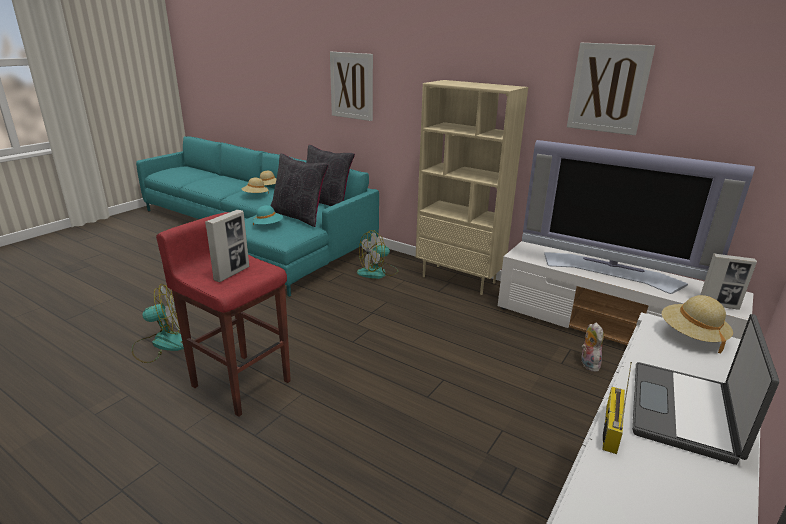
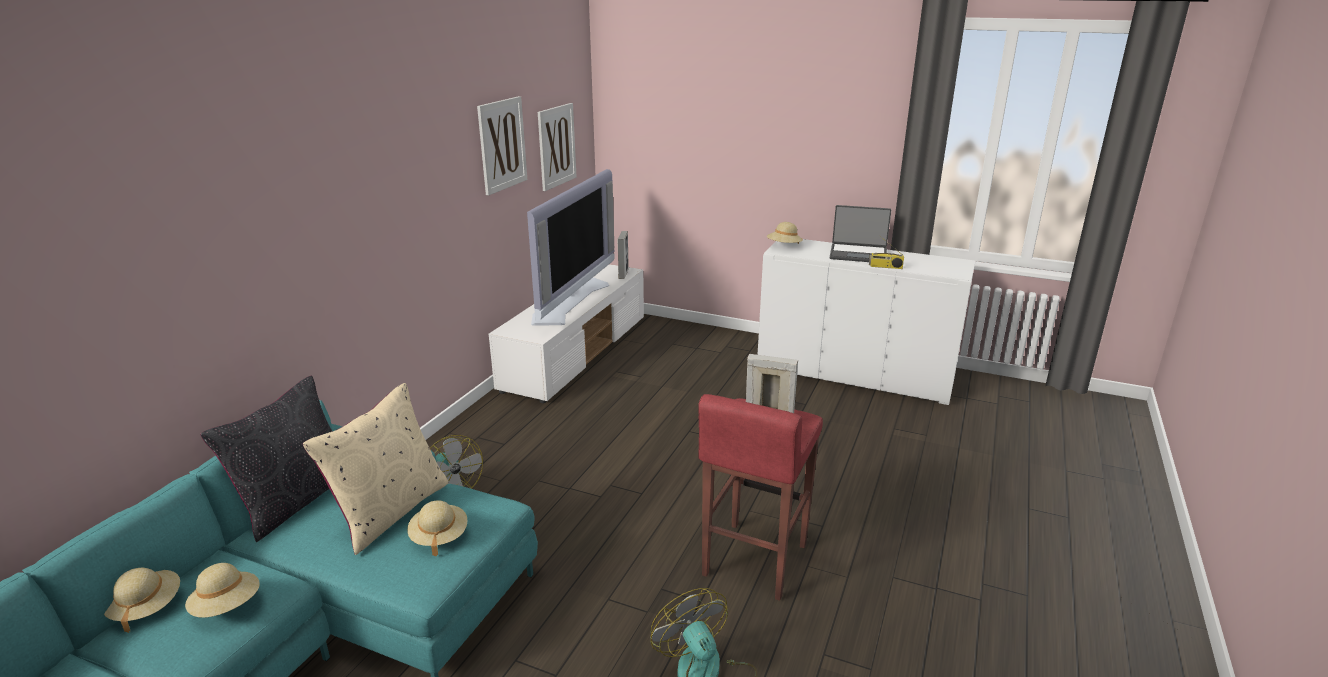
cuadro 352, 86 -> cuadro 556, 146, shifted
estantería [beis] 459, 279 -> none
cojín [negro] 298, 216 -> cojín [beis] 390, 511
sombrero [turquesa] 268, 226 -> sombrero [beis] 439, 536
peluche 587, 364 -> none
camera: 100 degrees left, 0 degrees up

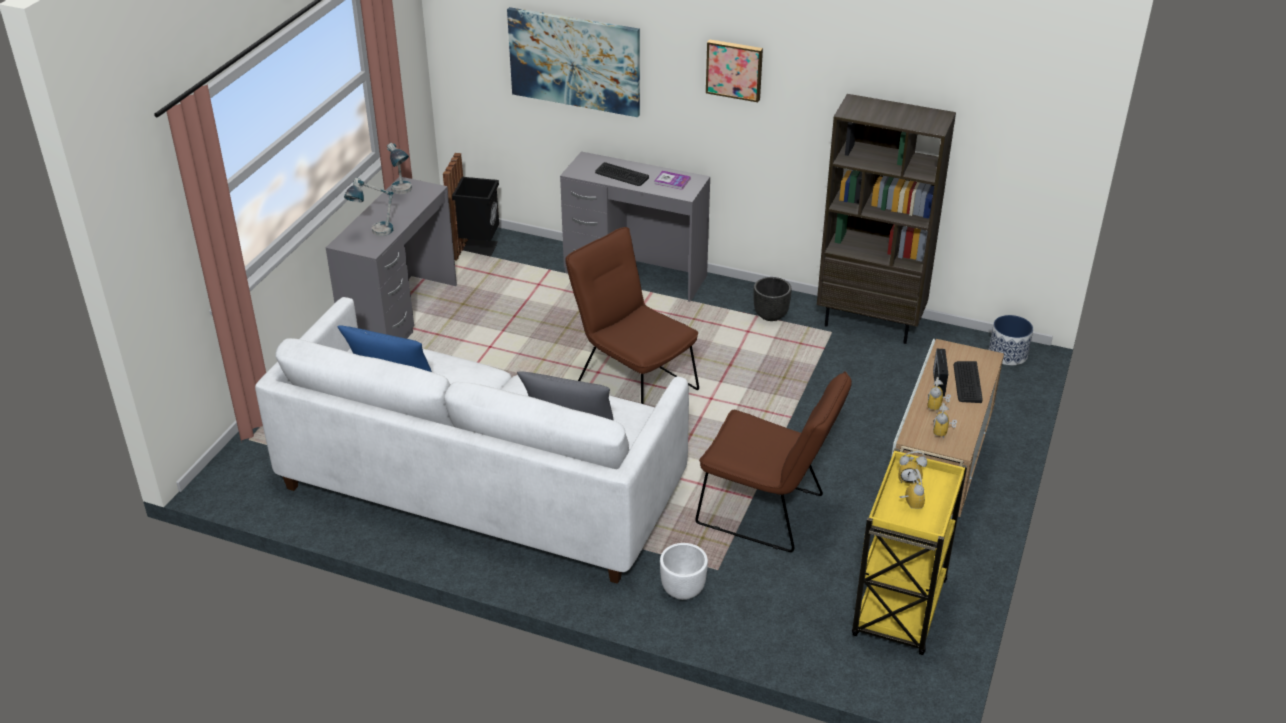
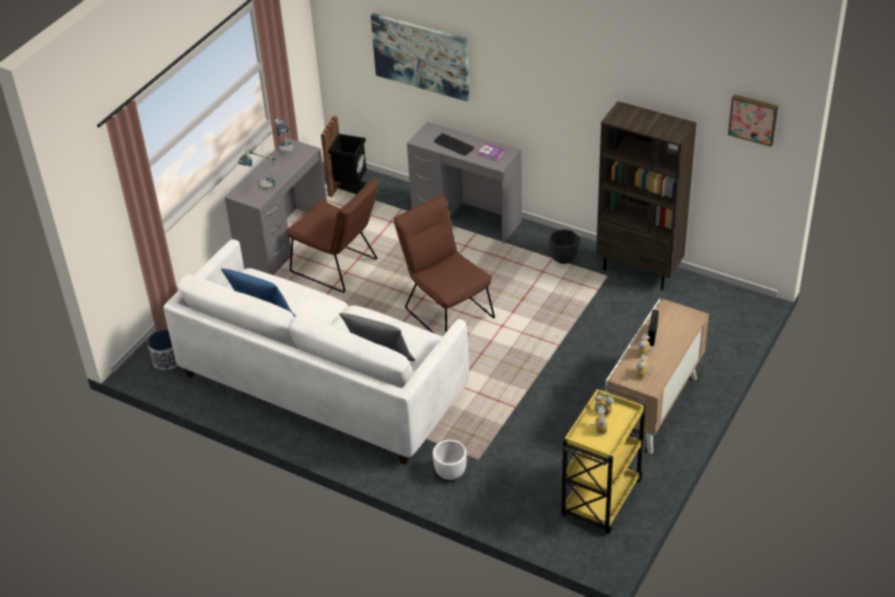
cuadro 734, 69 -> cuadro 753, 119, shifted
maceta 1008, 354 -> maceta 167, 360, shifted
teclado 967, 382 -> none
silla [marrón] 768, 512 -> silla [marrón] 339, 268, shifted
camera: 10 degrees right, 5 degrees up

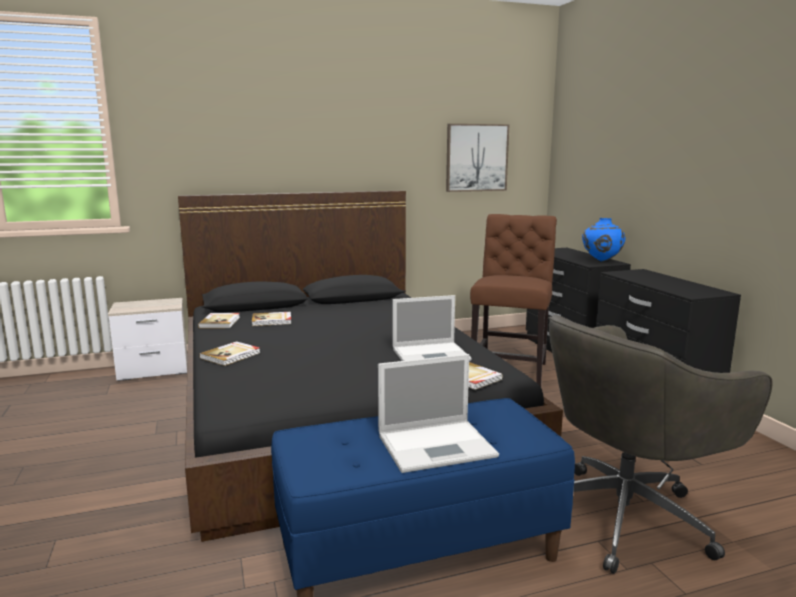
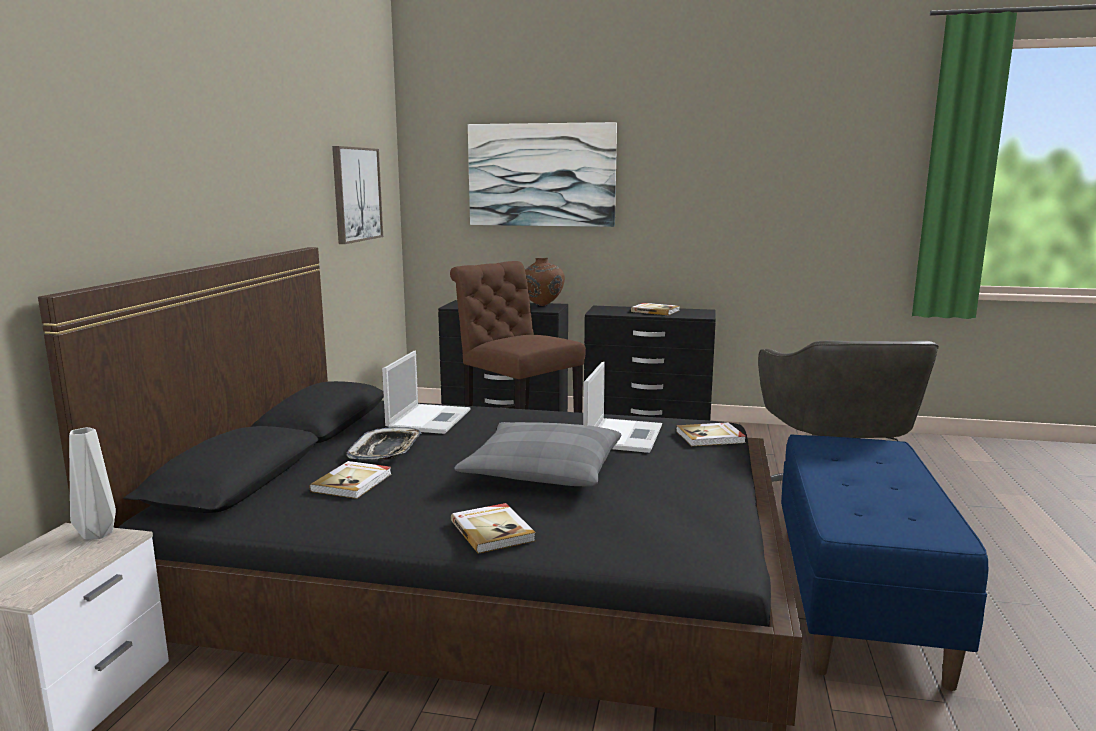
florero [azul] 601, 261 -> florero [marrón] 541, 306
libro 220, 322 -> libro 655, 311, shifted
portátil 438, 445 -> portátil 429, 419, shifted
none -> cuadro 541, 175
none -> cojín [gris] 543, 471
none -> florero [gris] 99, 533
none -> bandeja 386, 450
camera: 60 degrees left, 0 degrees up

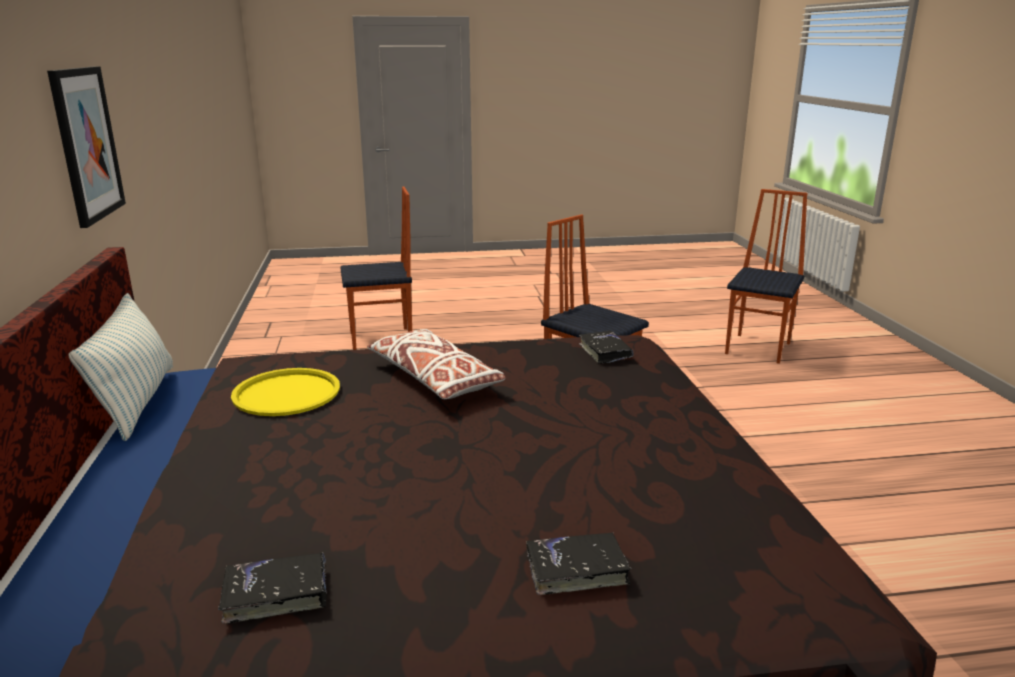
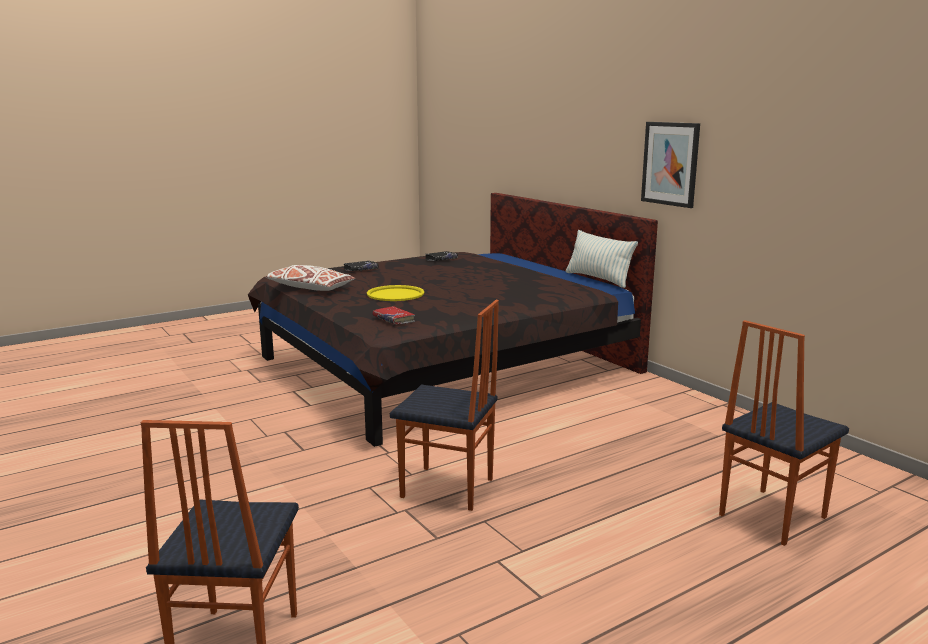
cojín [blanco] 435, 379 -> cojín [blanco] 310, 287, shifted
libro [negro] 605, 352 -> libro [rojo] 393, 320
bandeja [amarillo] 286, 393 -> bandeja [amarillo] 395, 294, shifted
camera: 155 degrees right, 5 degrees down

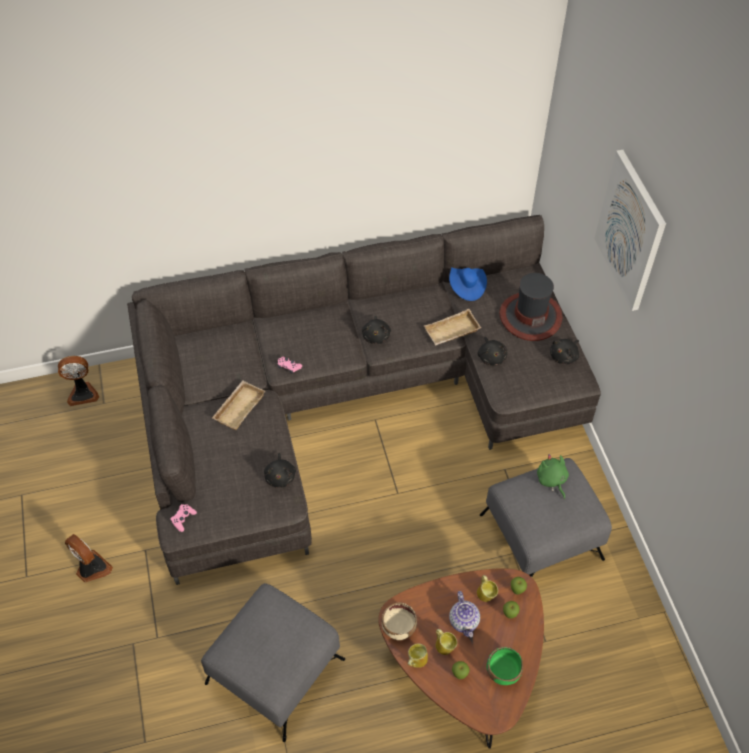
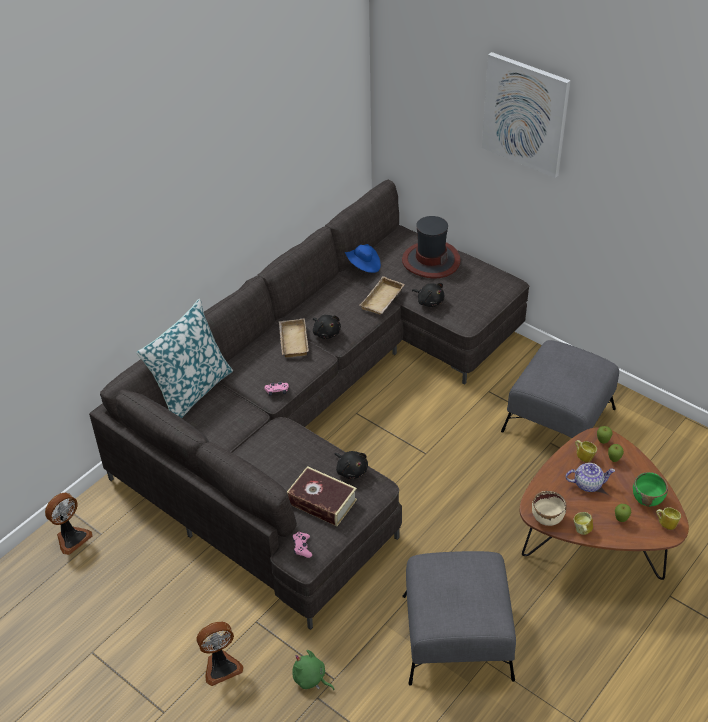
peluche [negro] 564, 356 -> none
bandeja [beis] 238, 407 -> bandeja [beis] 292, 341, shifted
peluche [verde] 551, 480 -> peluche [verde] 311, 679, shifted
ventilador 91, 568 -> ventilador 221, 666, 150 degrees clockwise
tetera 464, 621 -> tetera 588, 484, 45 degrees counterclockwise
taza grande 444, 645 -> taza grande 665, 524, shifted
none -> cojín 192, 391
none -> libro 322, 502
camera: 35 degrees left, 10 degrees down

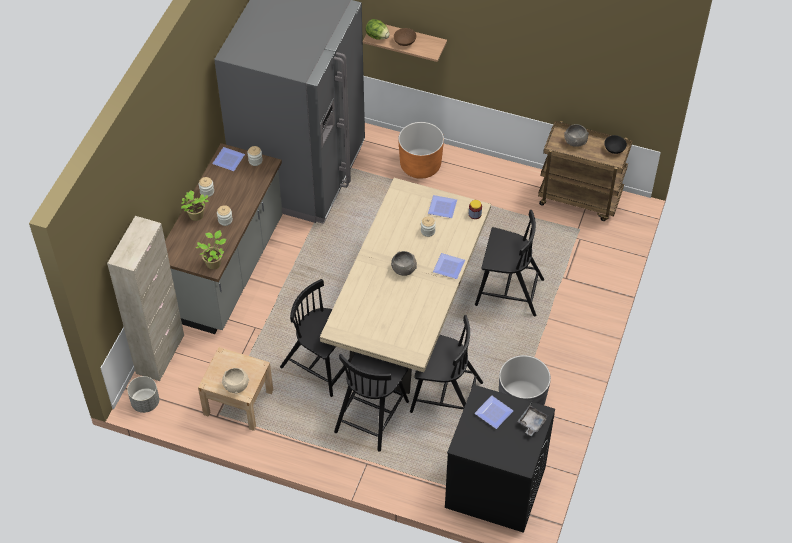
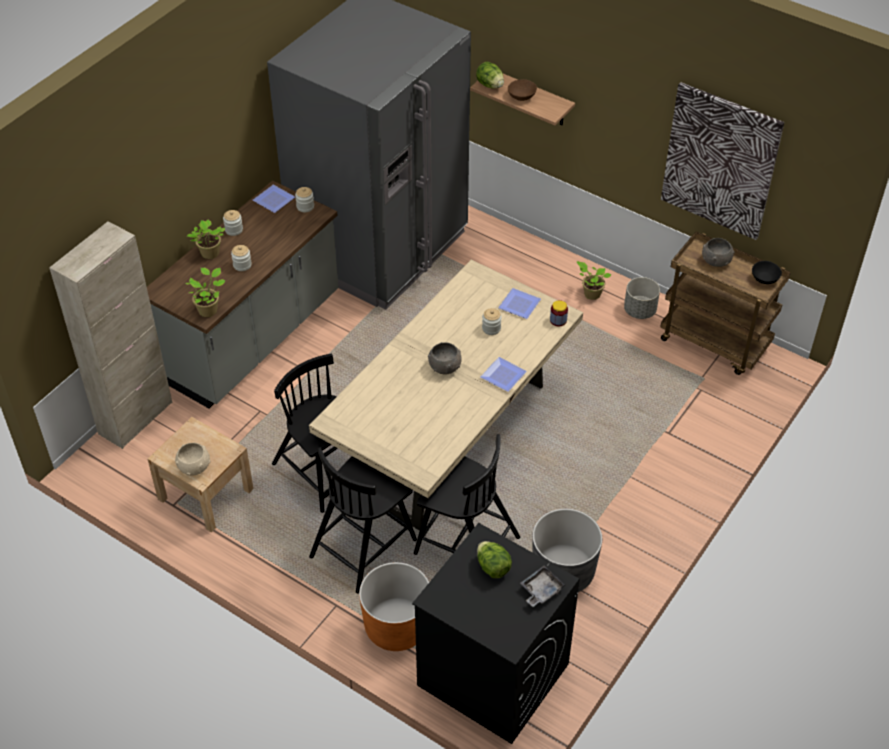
maceta [naranja] 420, 165 -> maceta [naranja] 396, 626, shifted
silla [negro] 508, 291 -> none
maceta [gris] 145, 402 -> maceta [gris] 640, 310, shifted
plato 494, 414 -> lechuga 493, 567
none -> cuadro 720, 161
none -> planta en maceta 591, 294
camera: 15 degrees right, 5 degrees down

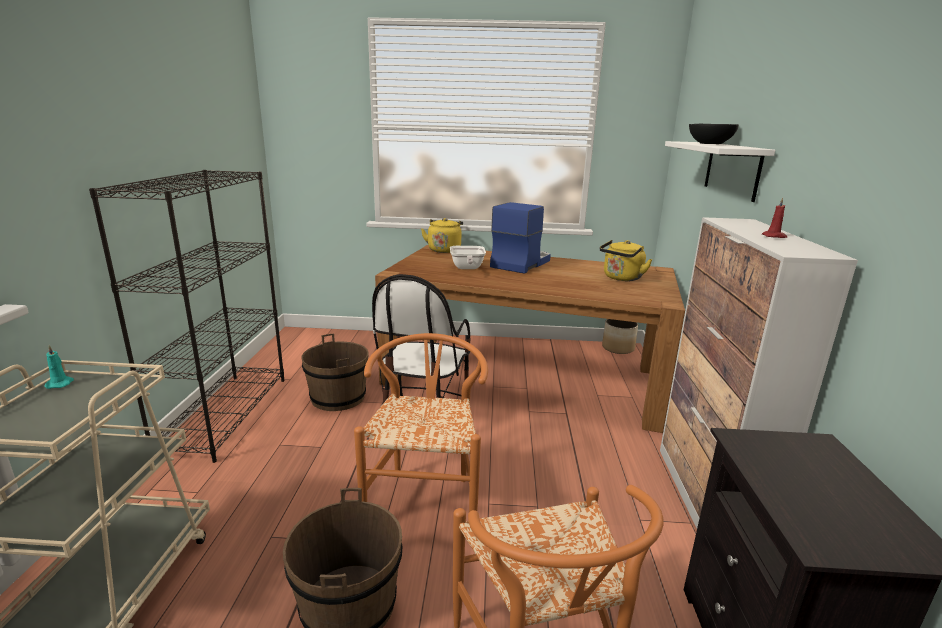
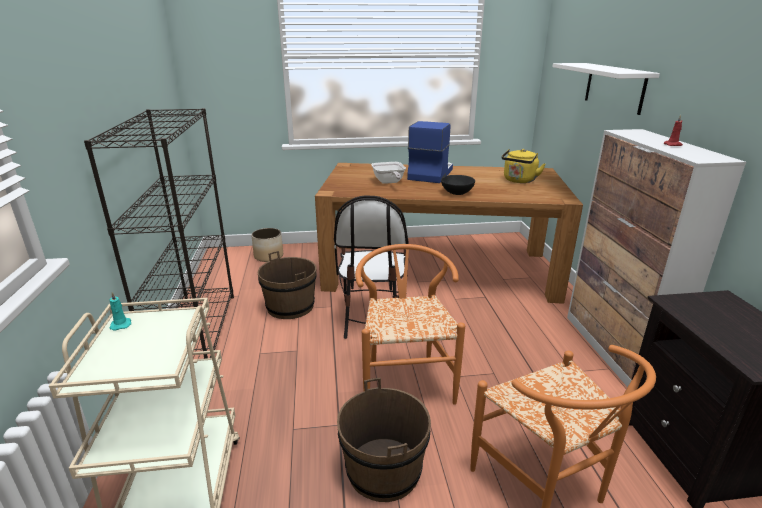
cuenco [negro] 710, 144 -> cuenco [negro] 457, 193, shifted
hervidor [amarillo] 444, 249 -> none
maceta 618, 348 -> maceta 269, 256, shifted
camera: 10 degrees left, 5 degrees up

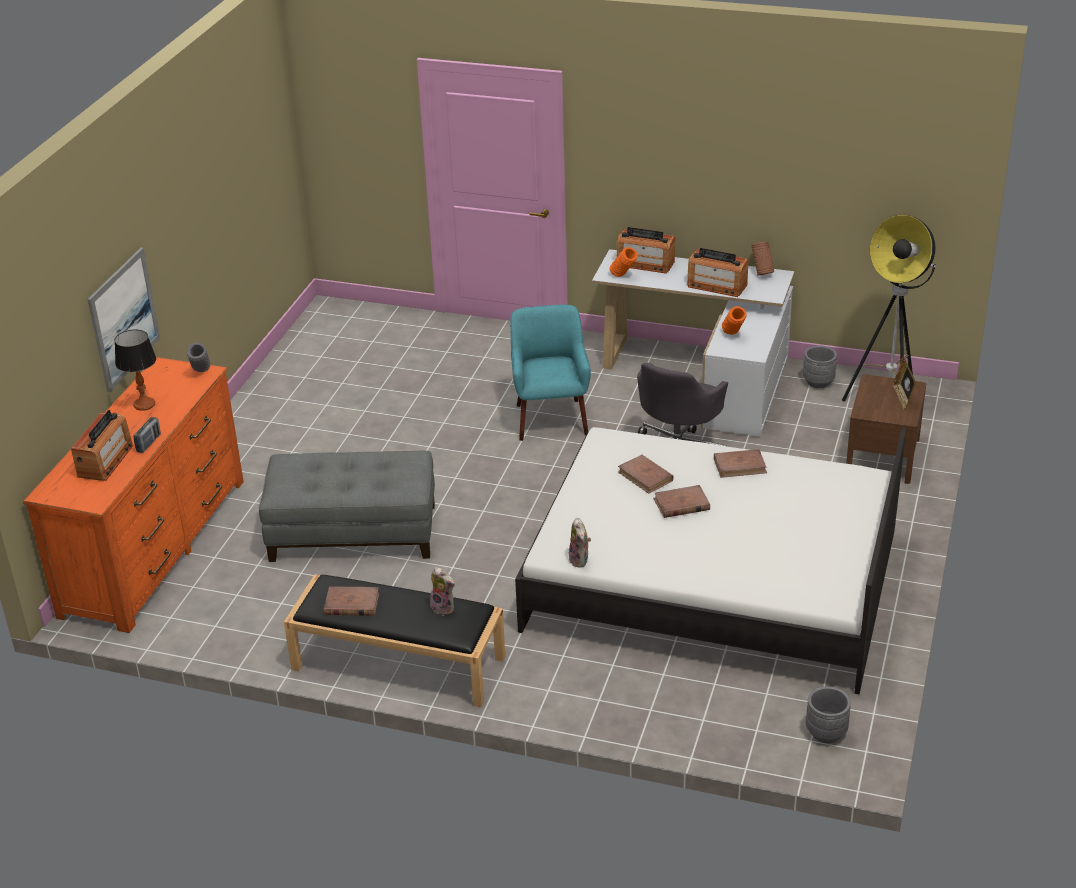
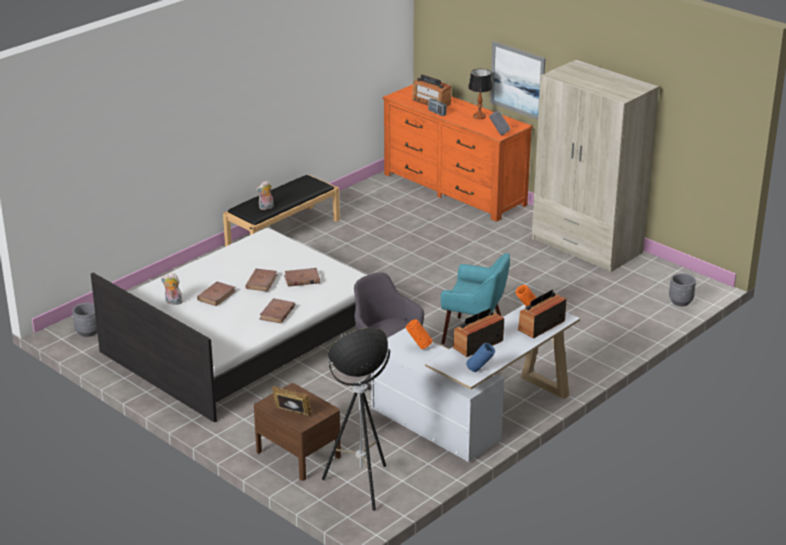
florero [marrón] 762, 273 -> florero [azul] 480, 370
maceta [gris] 818, 382 -> maceta [gris] 680, 302, shifted
puf [gris] 353, 532 -> none
peluche 580, 560 -> peluche 173, 302, shifted
libro [marrón] 351, 604 -> libro [marrón] 216, 295, shifted
none -> armario ropero [beis] 586, 246
camera: 115 degrees right, 5 degrees down

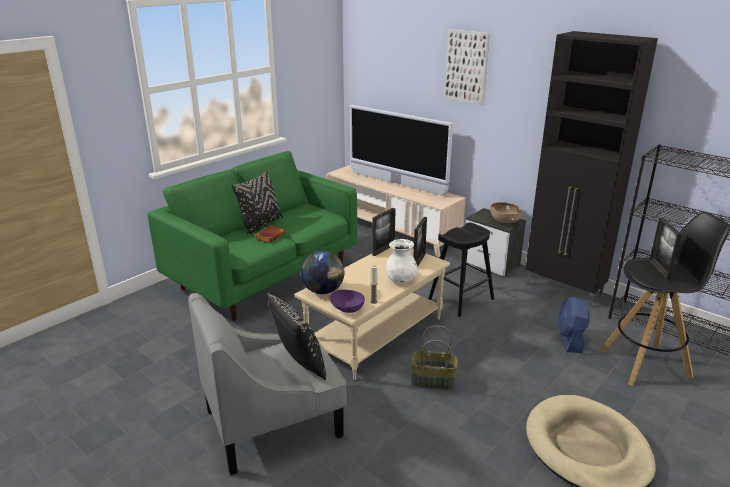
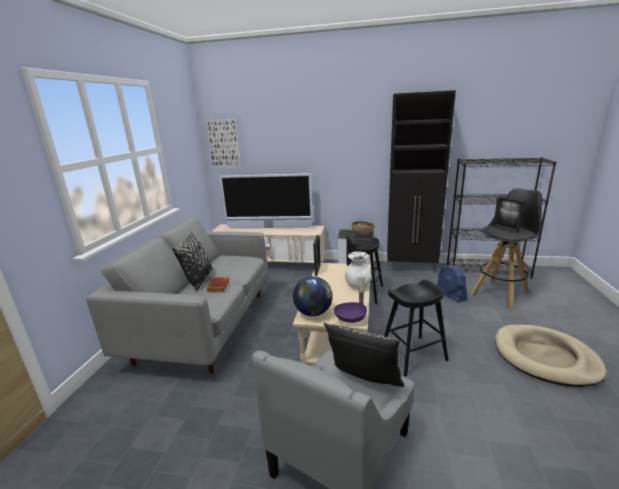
cuadro 466, 67 -> cuadro 224, 143, shifted
sofá [verde] 264, 276 -> sofá [gris] 205, 326
cesta 432, 381 -> taburete [negro] 413, 355
camera: 30 degrees left, 5 degrees down

